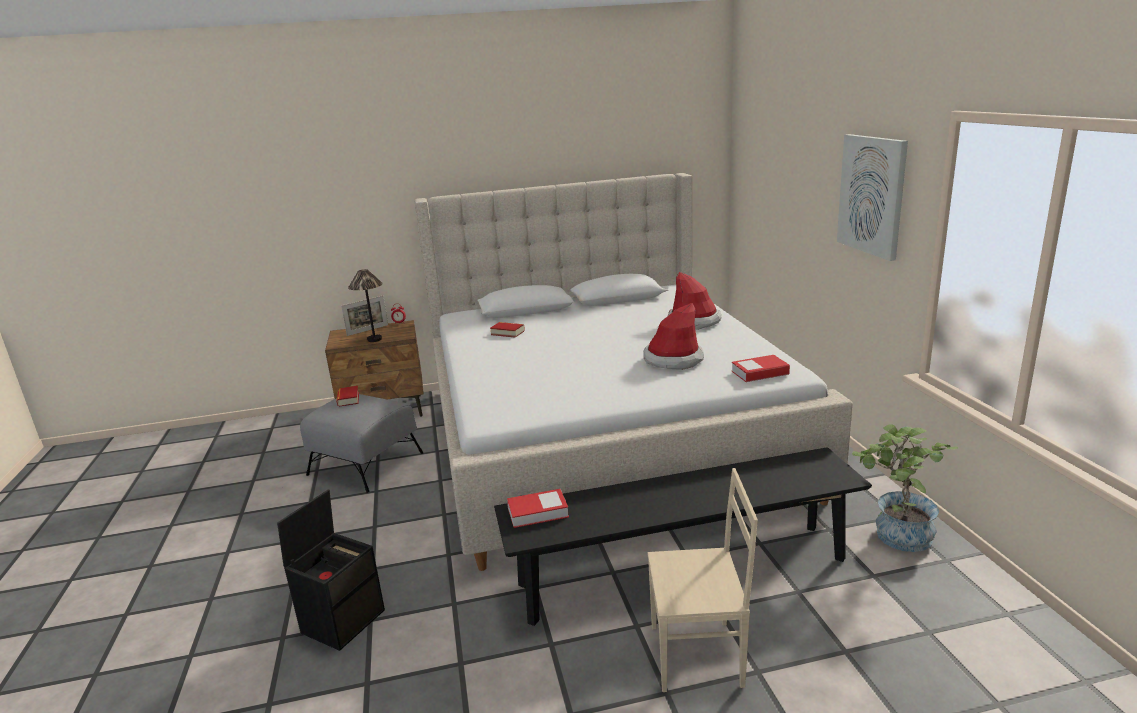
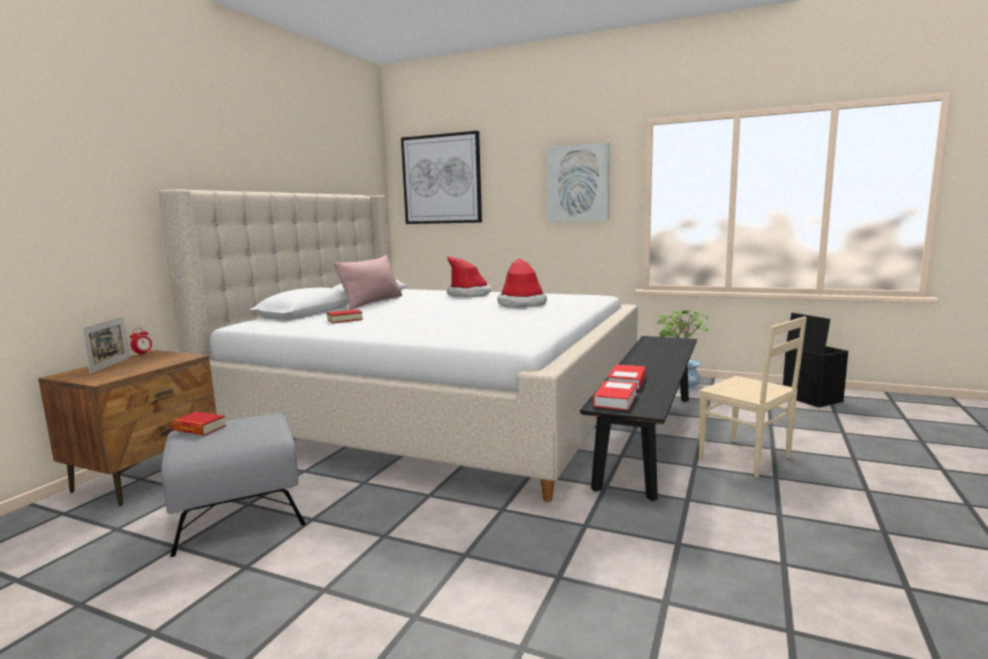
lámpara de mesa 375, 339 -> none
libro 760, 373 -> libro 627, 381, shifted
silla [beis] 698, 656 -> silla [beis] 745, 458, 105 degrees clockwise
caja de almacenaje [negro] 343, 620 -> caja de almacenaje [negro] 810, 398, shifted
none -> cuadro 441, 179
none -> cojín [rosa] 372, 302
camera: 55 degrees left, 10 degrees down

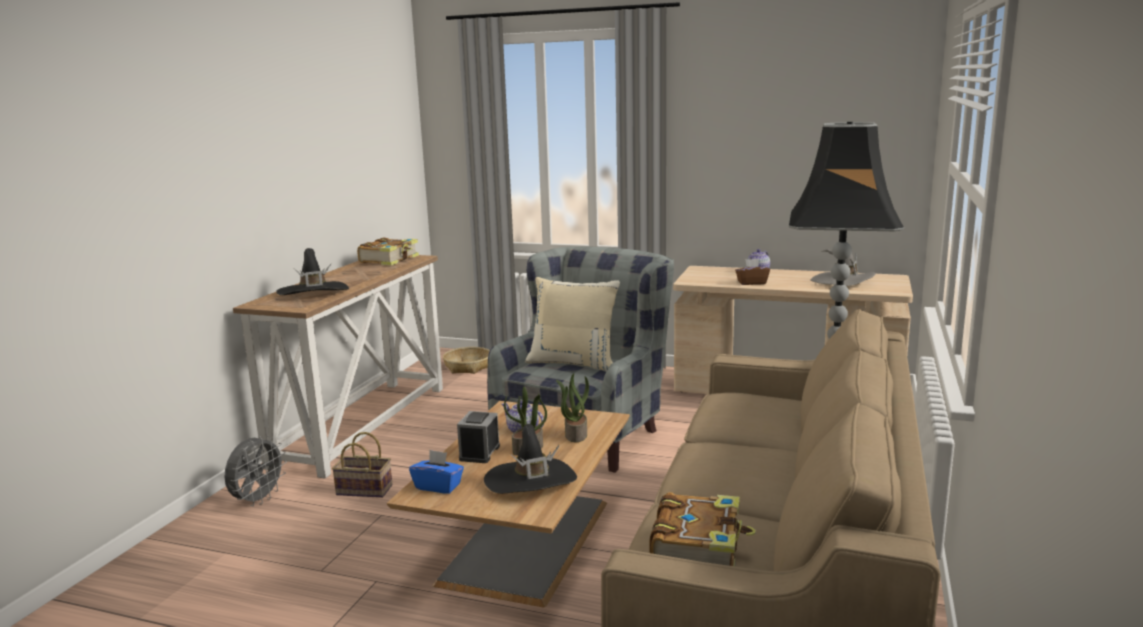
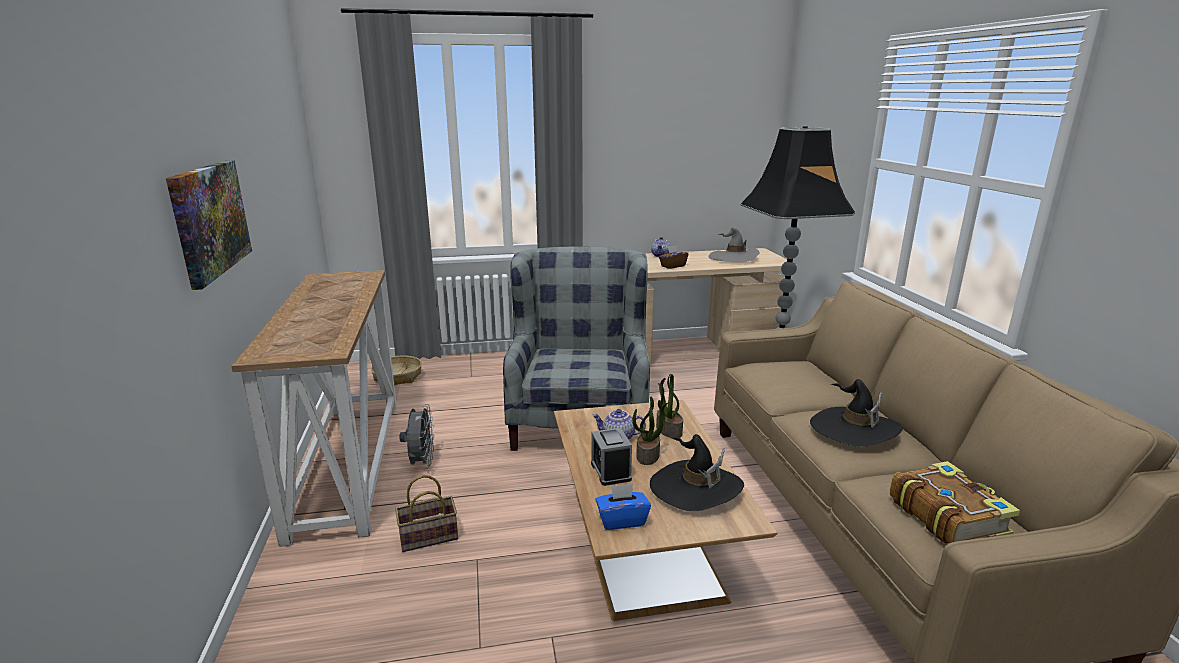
libro 390, 260 -> none
sombrero [negro] 313, 292 -> sombrero [negro] 854, 430, shifted
cojín [beis] 574, 363 -> none
ventilador [gris] 258, 500 -> ventilador [gris] 421, 463, shifted
none -> cuadro 210, 219
camera: 30 degrees left, 5 degrees up

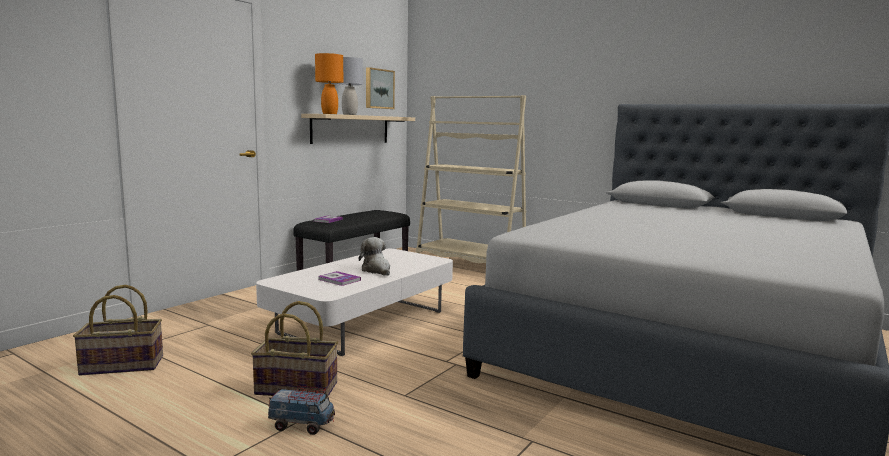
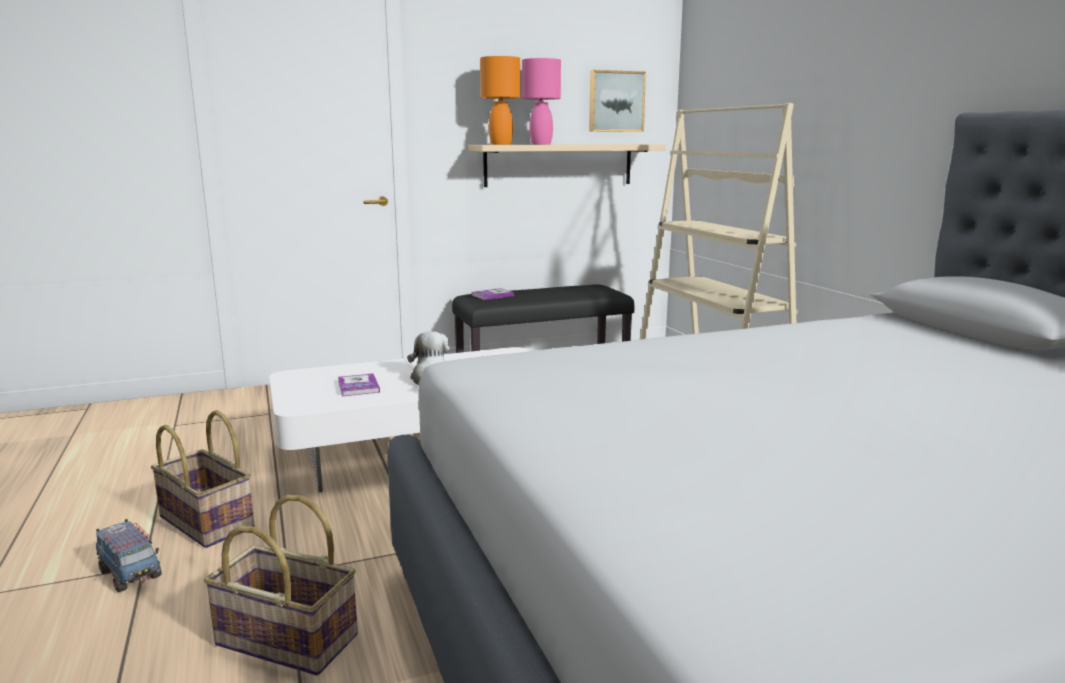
lámpara de mesa [gris] 349, 114 -> lámpara de mesa [rosa] 540, 144
cesta 121, 366 -> cesta 285, 641, shifted
camera: 35 degrees right, 5 degrees up

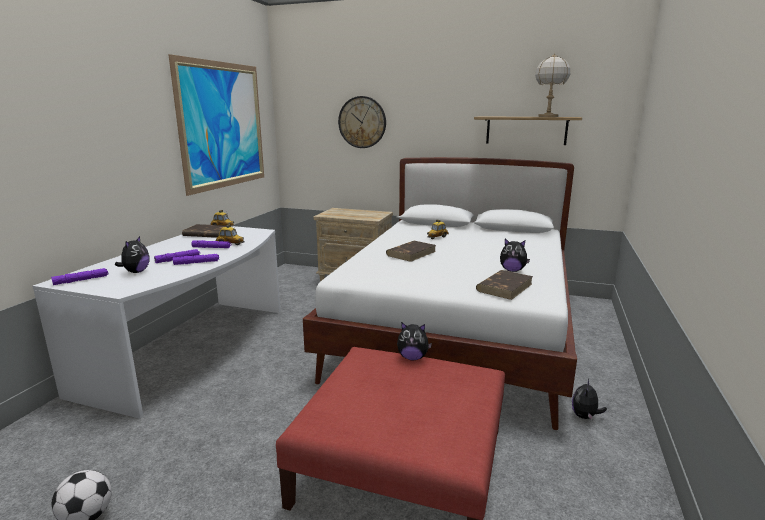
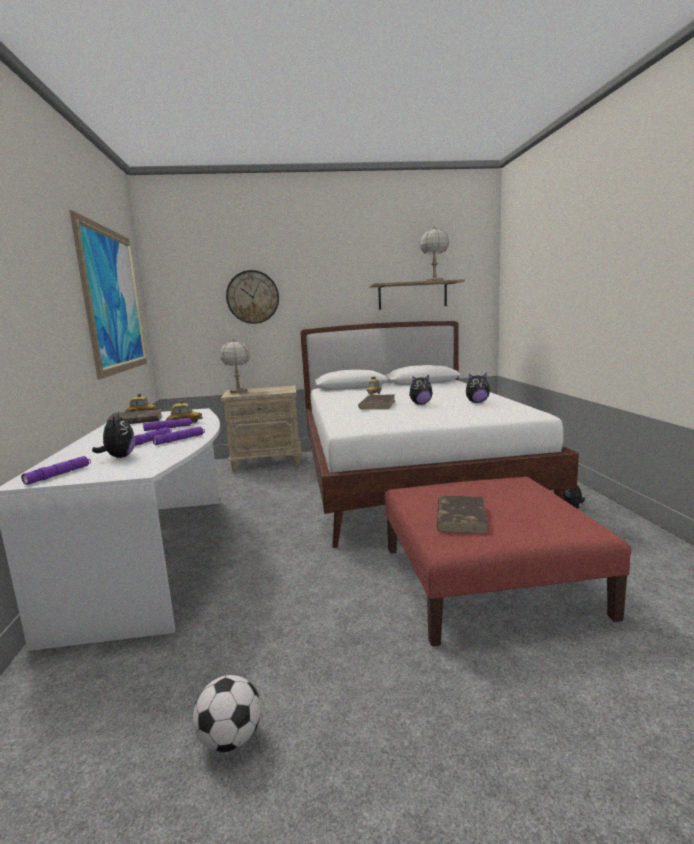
libro [marrón] 504, 287 -> libro [marrón] 461, 517, shifted
peluche 412, 357 -> peluche 420, 404, shifted
none -> lámpara de mesa 238, 391
camera: 25 degrees left, 5 degrees down

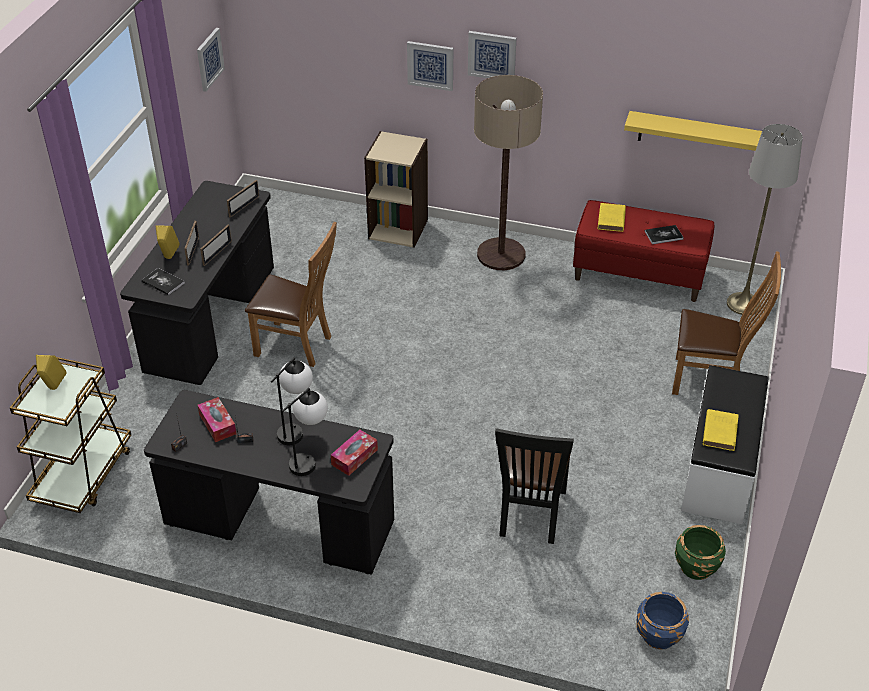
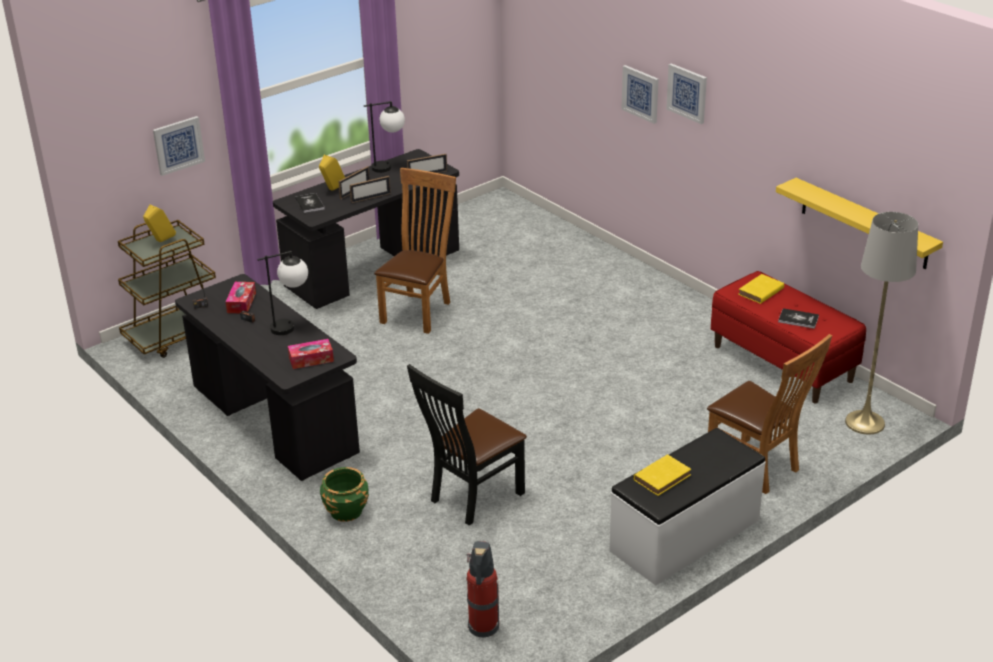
cuadro 209, 59 -> cuadro 178, 145, shifted
lámpara de pie 501, 255 -> none
estantería [beis] 398, 229 -> none
silla [marrón] 298, 346 -> silla [marrón] 419, 310, 120 degrees counterclockwise
lámpara de mesa 309, 459 -> lámpara de mesa 389, 166, shifted
maceta [verde] 696, 567 -> maceta [verde] 346, 511, shifted
maceta [azul] 658, 635 -> extintor 483, 627
camera: 35 degrees right, 10 degrees down

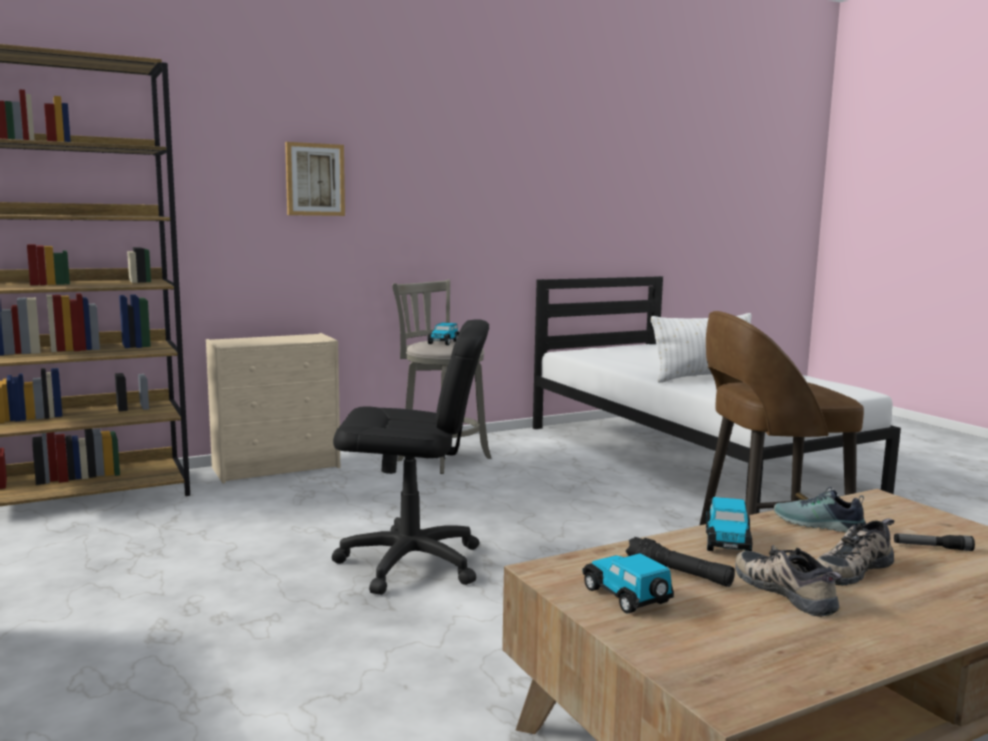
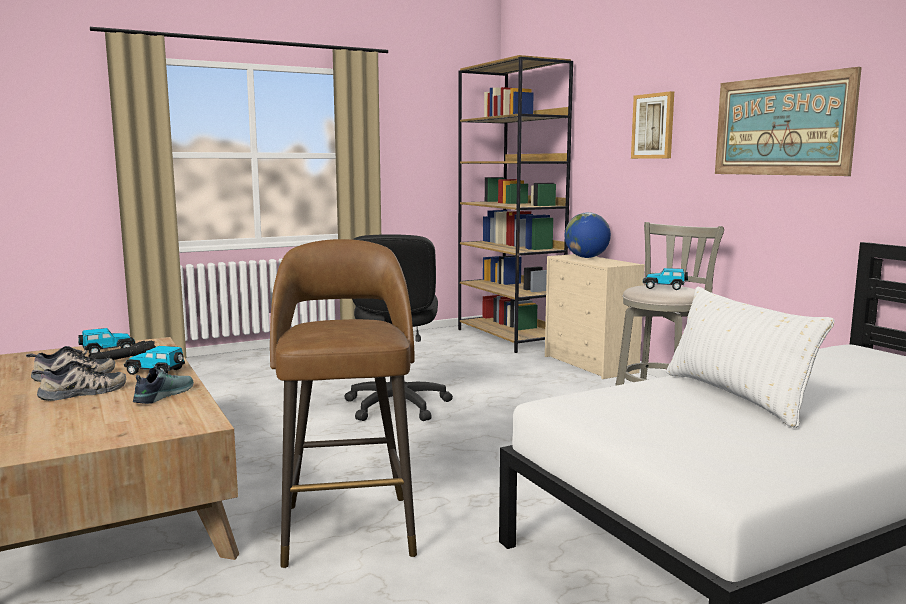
zapato 851, 568 -> zapato 82, 393, 90 degrees clockwise
linterna 932, 547 -> none
none -> cuadro 782, 126
none -> globo terráqueo 586, 257
camera: 90 degrees right, 0 degrees up

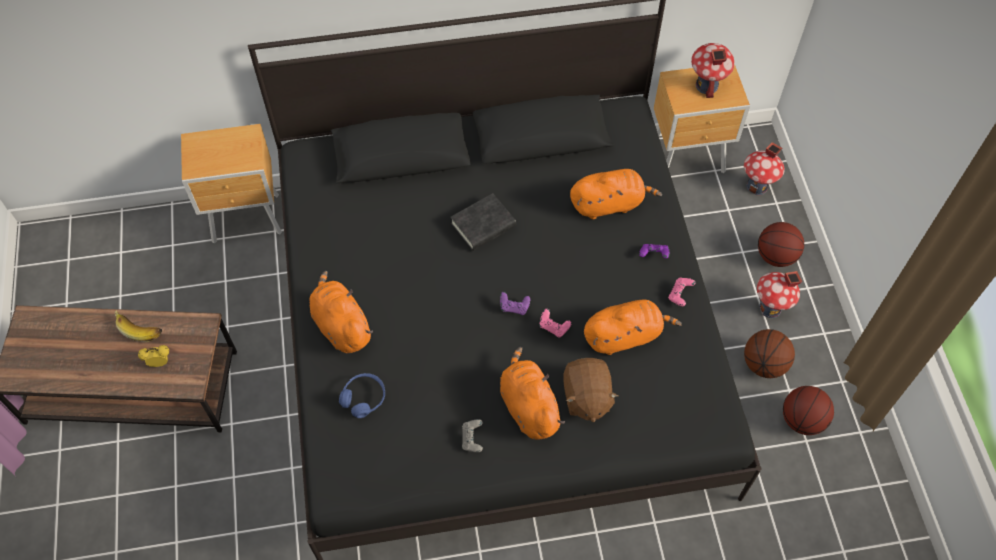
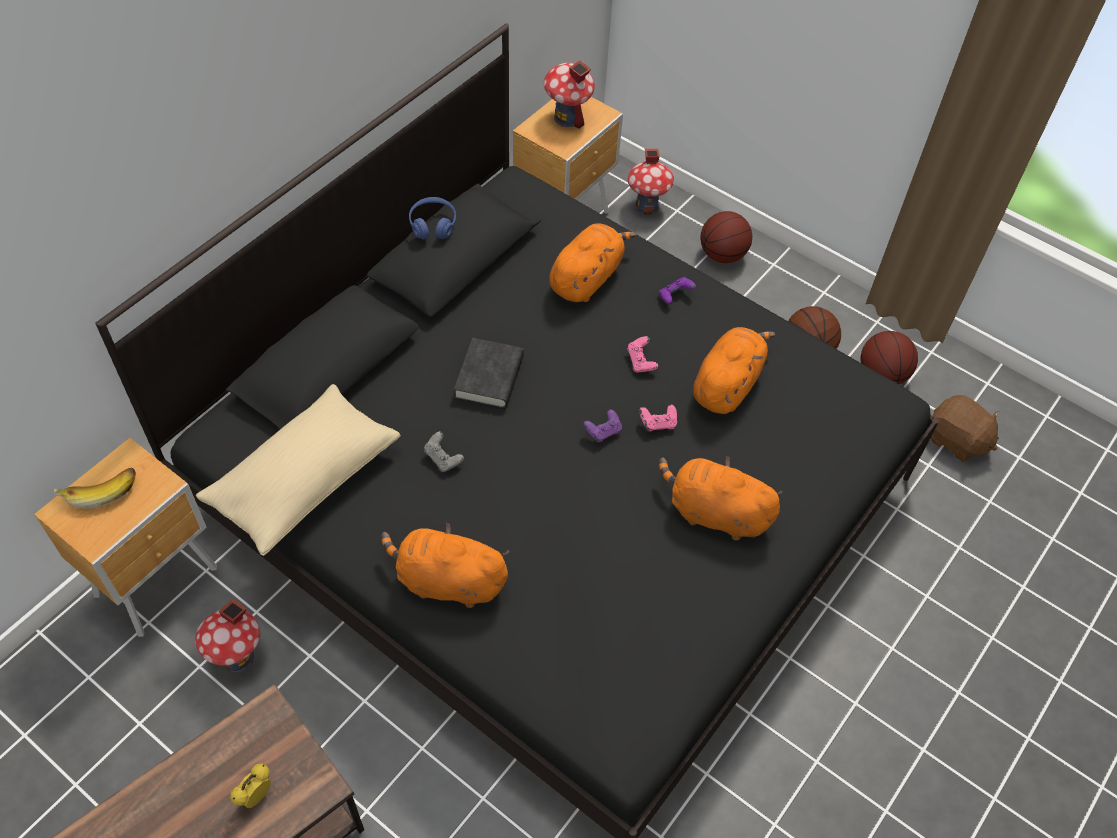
casita 770, 308 -> casita 238, 657, shifted
mando de consola [rosa] 680, 295 -> mando de consola [rosa] 641, 362, shifted
plátano 141, 327 -> plátano 100, 490, shifted
peluche [marrón] 586, 397 -> peluche [marrón] 956, 440, shifted
auriculares [azul] 364, 398 -> auriculares [azul] 433, 225, shifted
mando de consola [gris] 472, 439 -> mando de consola [gris] 443, 458, shifted
none -> cojín [beis] 304, 480
camera: 45 degrees left, 5 degrees down

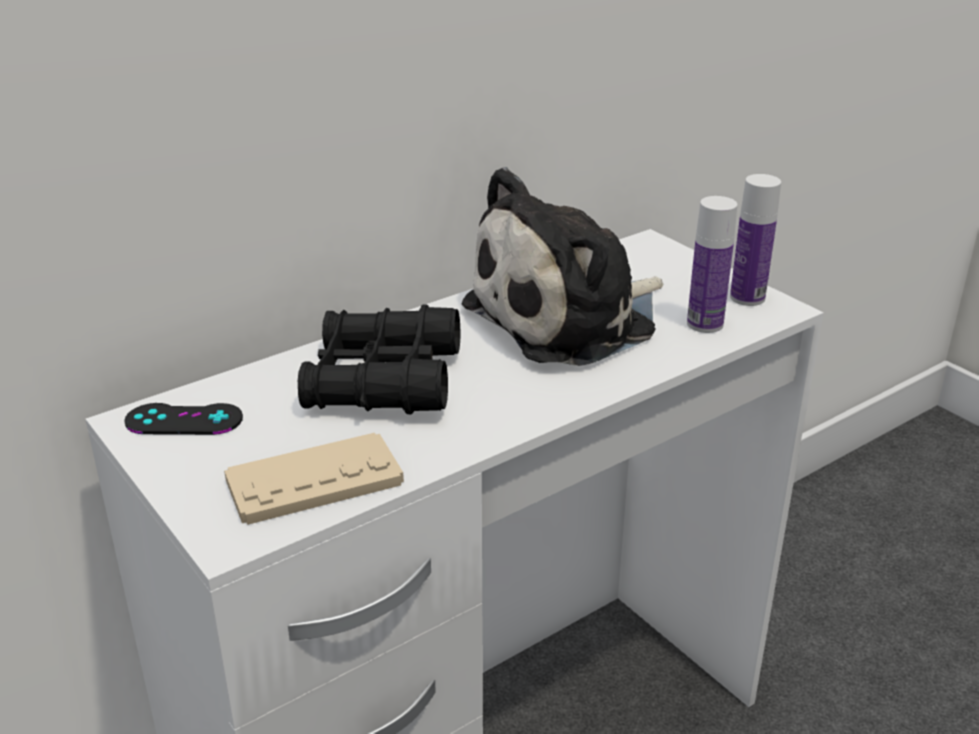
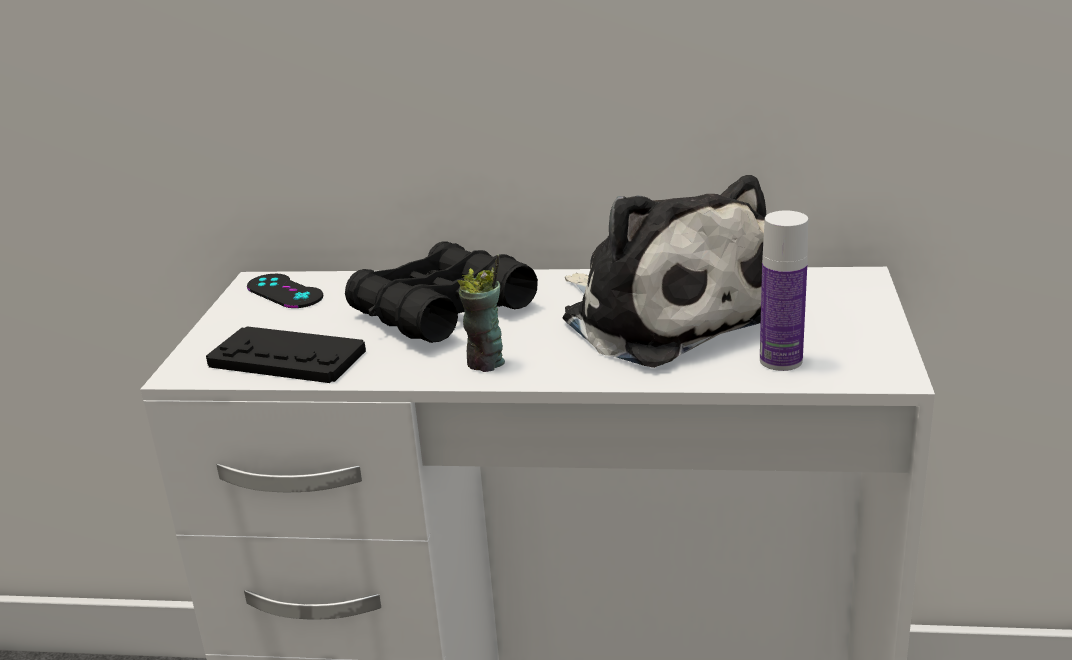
peluche 569, 319 -> peluche 663, 316, 135 degrees counterclockwise
botella 747, 297 -> none
mando de consola [beis] 314, 481 -> mando de consola [negro] 287, 358
none -> taza 486, 363
camera: 45 degrees right, 5 degrees down

